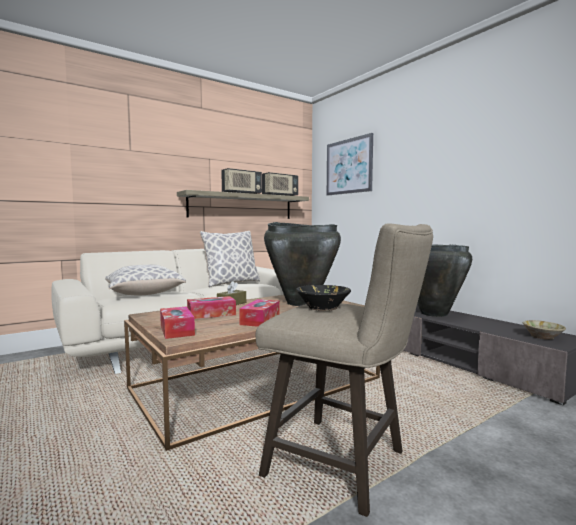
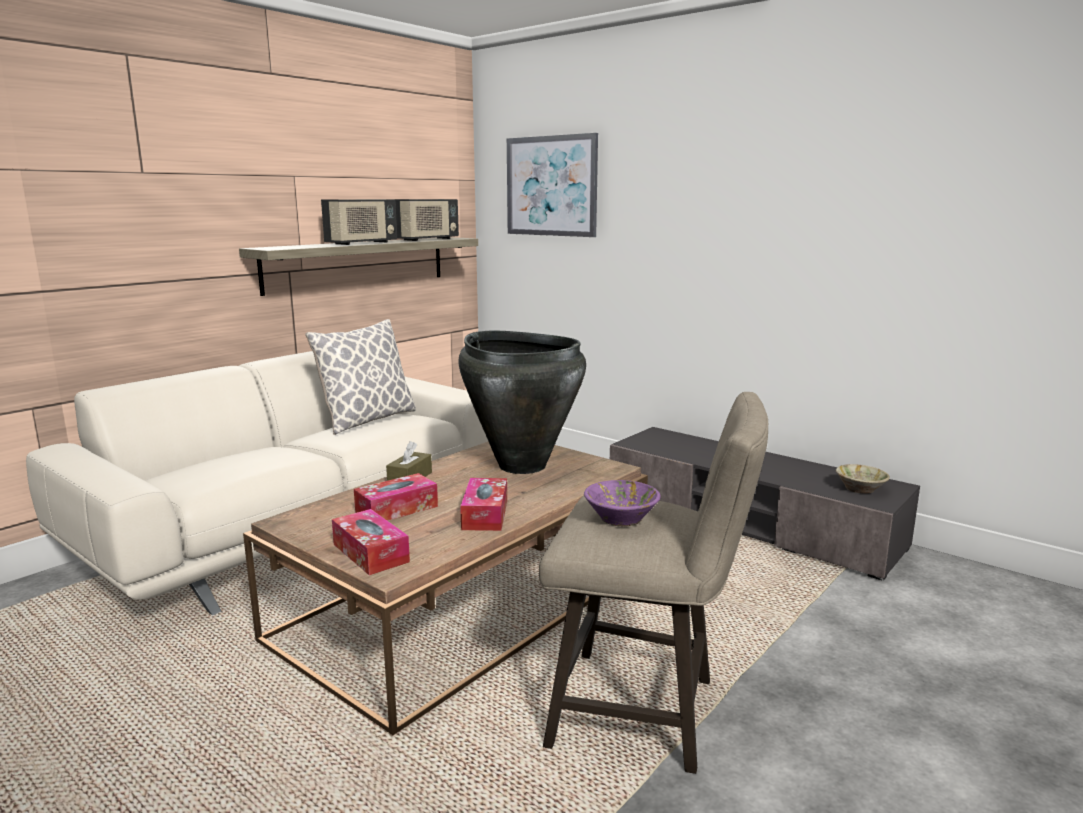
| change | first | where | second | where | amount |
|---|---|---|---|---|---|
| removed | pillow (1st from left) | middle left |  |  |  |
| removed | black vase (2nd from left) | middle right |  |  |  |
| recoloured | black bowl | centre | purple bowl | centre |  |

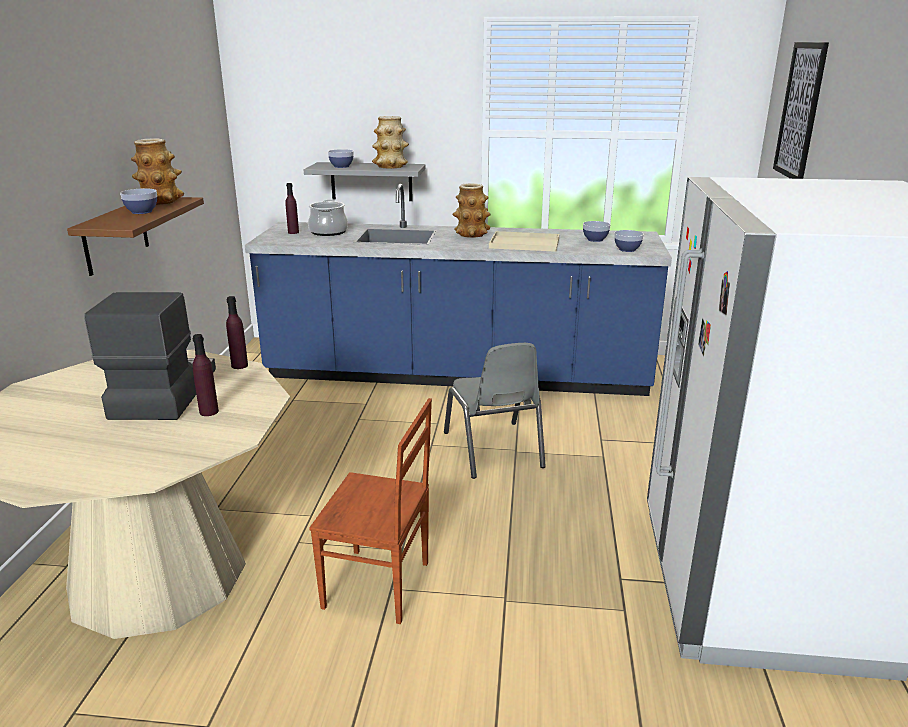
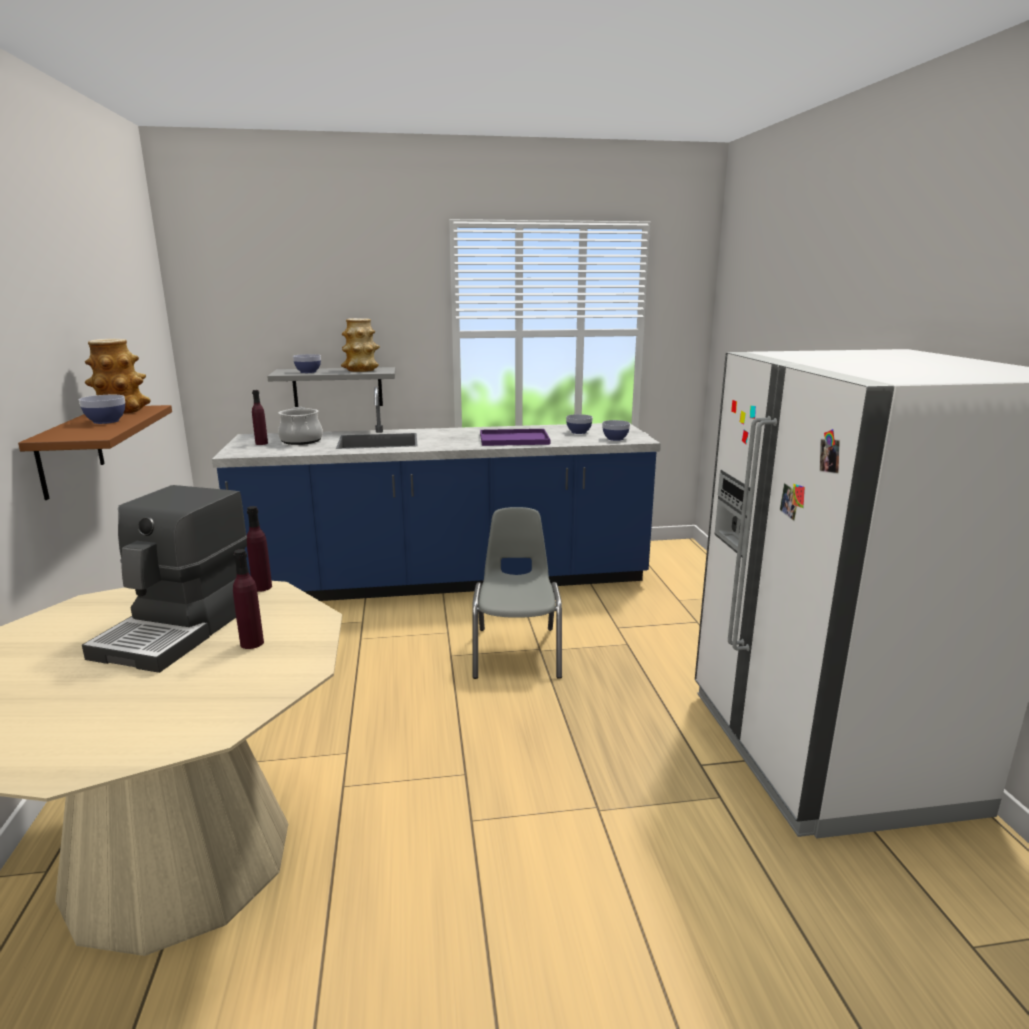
| change | first | where | second | where | amount |
|---|---|---|---|---|---|
| removed | brown chair | bottom centre |  |  |  |
| removed | vase (3rd from left) | top centre |  |  |  |
| removed | picture | top right |  |  |  |
| recoloured | beige tray | top centre | purple tray | centre |  |
| turned | coffee machine | middle left |  | middle left | 150 degrees counterclockwise |
| turned | grey chair | centre |  | centre | 150 degrees counterclockwise |

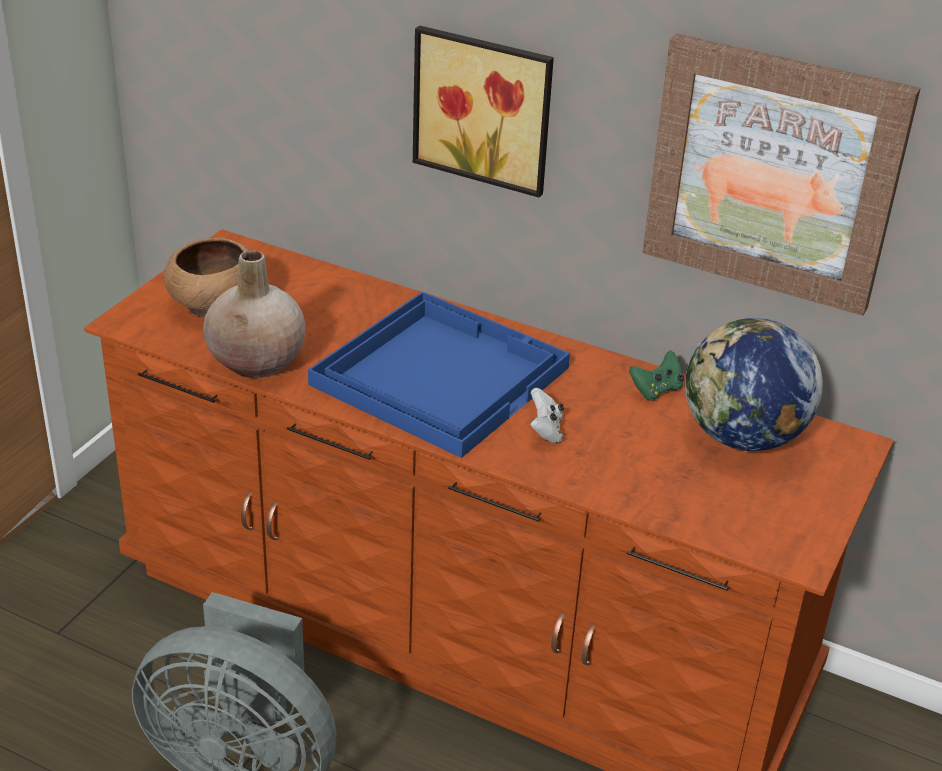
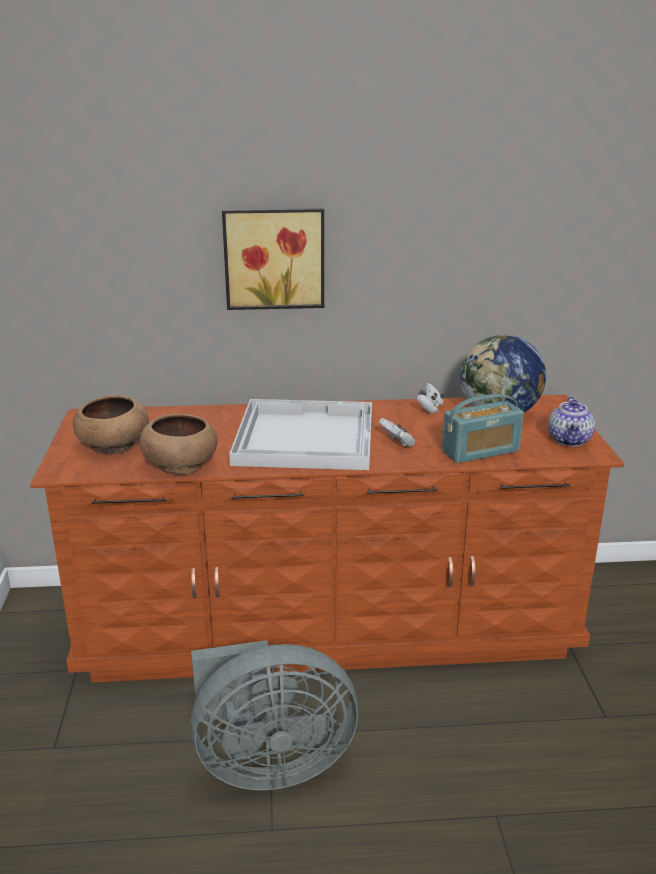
| change | first | where | second | where | amount |
|---|---|---|---|---|---|
| removed | picture (2nd from left) | top right |  |  |  |
| added |  |  | radio | middle right |  |
| added |  |  | teapot | middle right |  |
| replaced | beige vase | middle left | brown bowl (2nd from left) | middle left |  |
| recoloured | blue tray | centre | white tray | centre |  |
| recoloured | green game controller | middle right | white game controller (2nd from left) | centre |  |

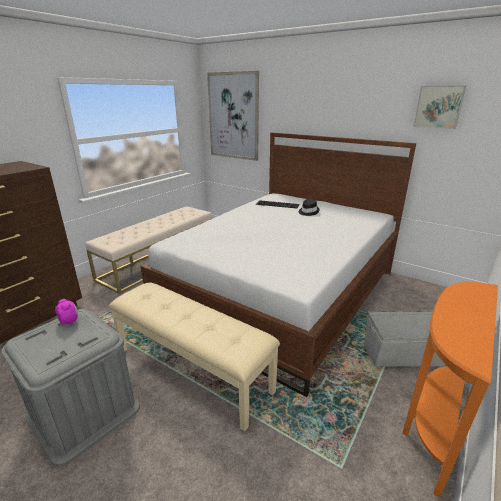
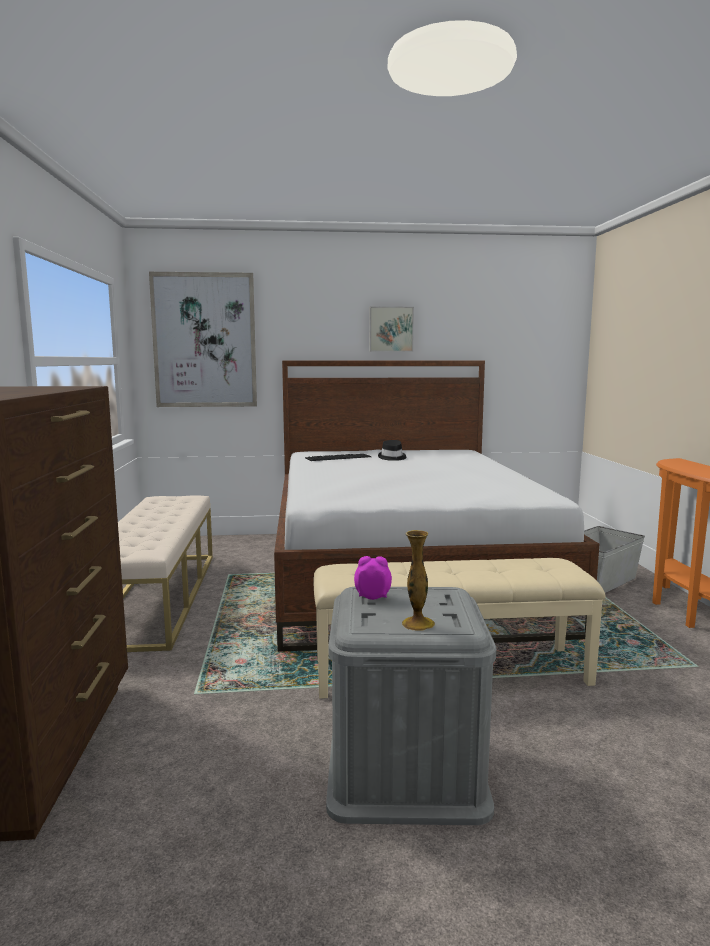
| change | first | where | second | where | amount |
|---|---|---|---|---|---|
| added |  |  | vase | centre |  |
| moved | picture (2nd from left) | top right |  | centre |  |

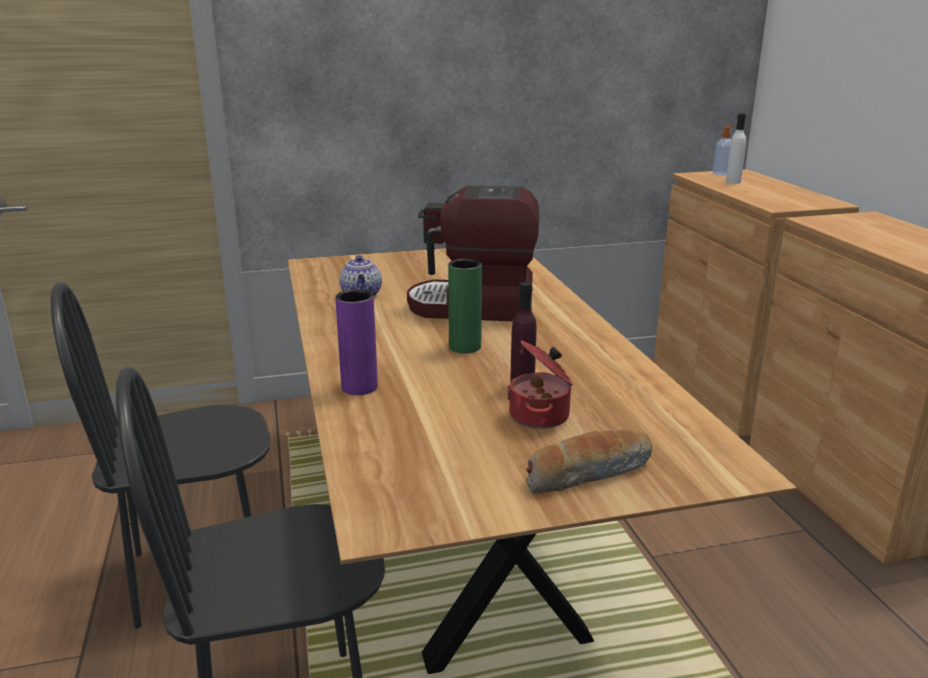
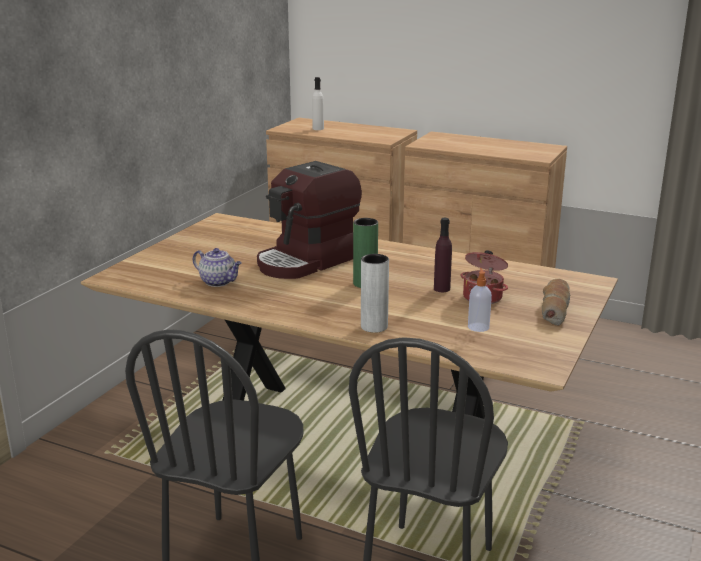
| change | first | where | second | where | amount |
|---|---|---|---|---|---|
| moved | soap dispenser | top right |  | middle right |  |
| recoloured | purple vase | centre | grey vase | centre |  |

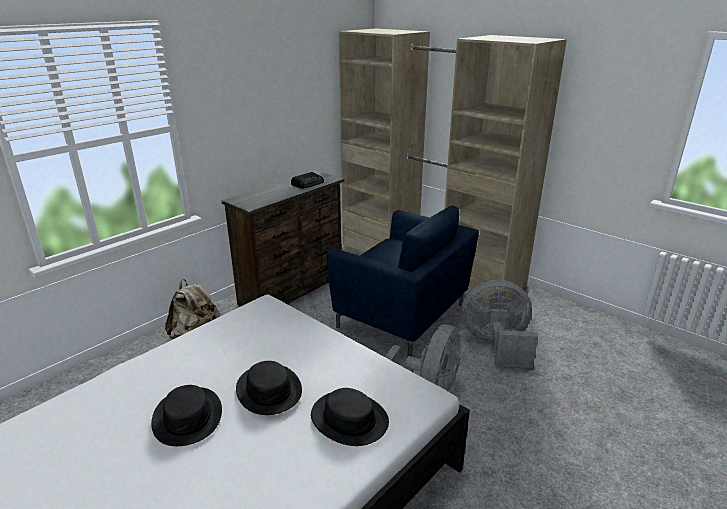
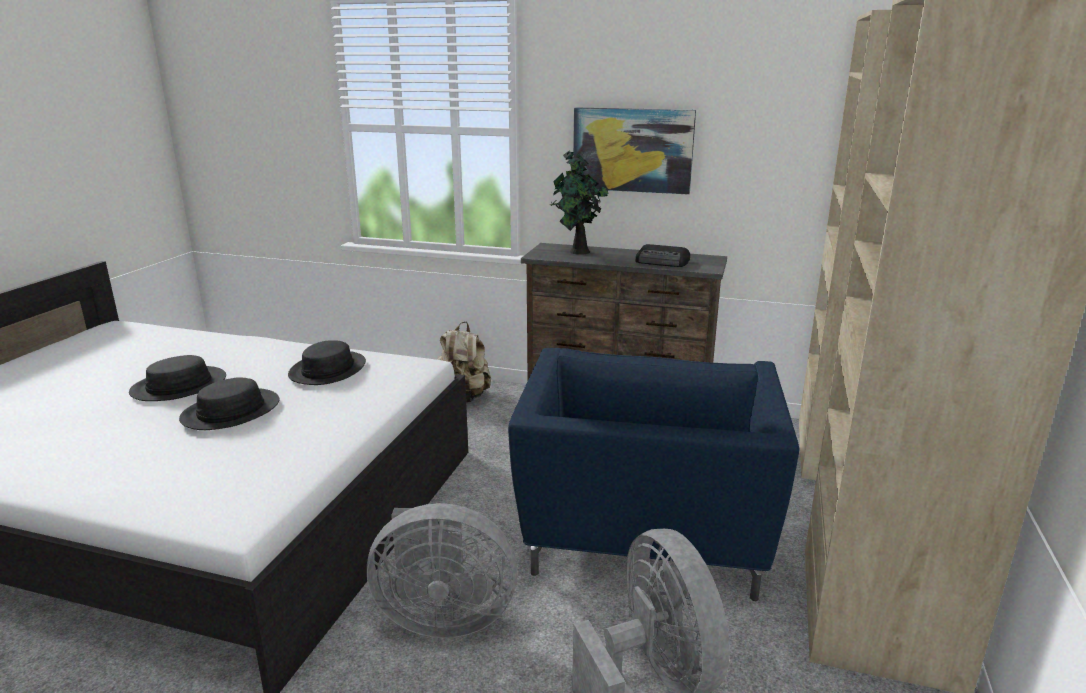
| change | first | where | second | where | amount |
|---|---|---|---|---|---|
| added |  |  | potted plant | top centre |  |
| added |  |  | picture | top centre |  |
| moved | black hat (3rd from left) | bottom centre |  | middle left |  |

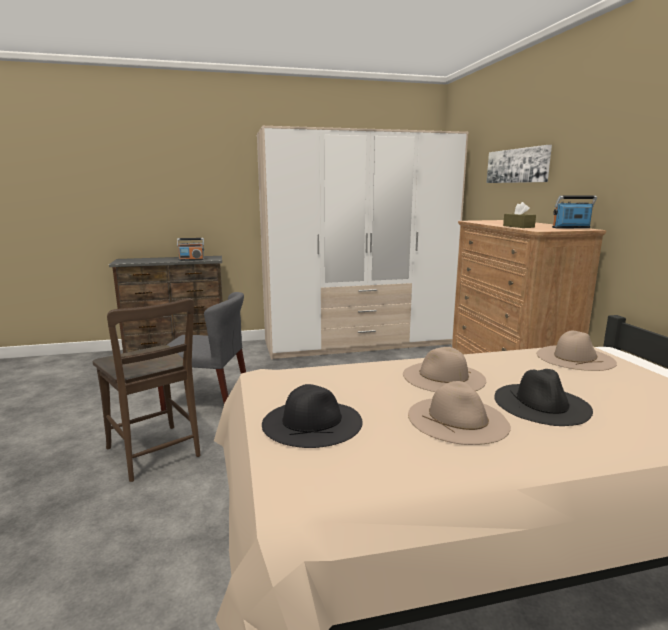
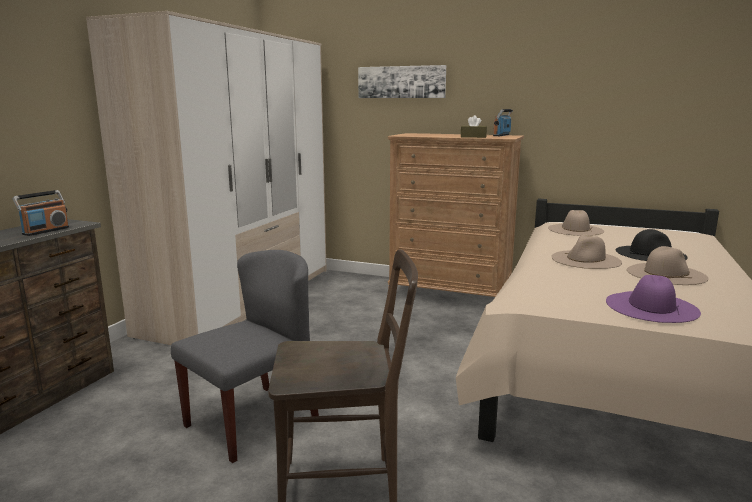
| change | first | where | second | where | amount |
|---|---|---|---|---|---|
| recoloured | black hat (1st from left) | centre | purple hat | middle right |  |

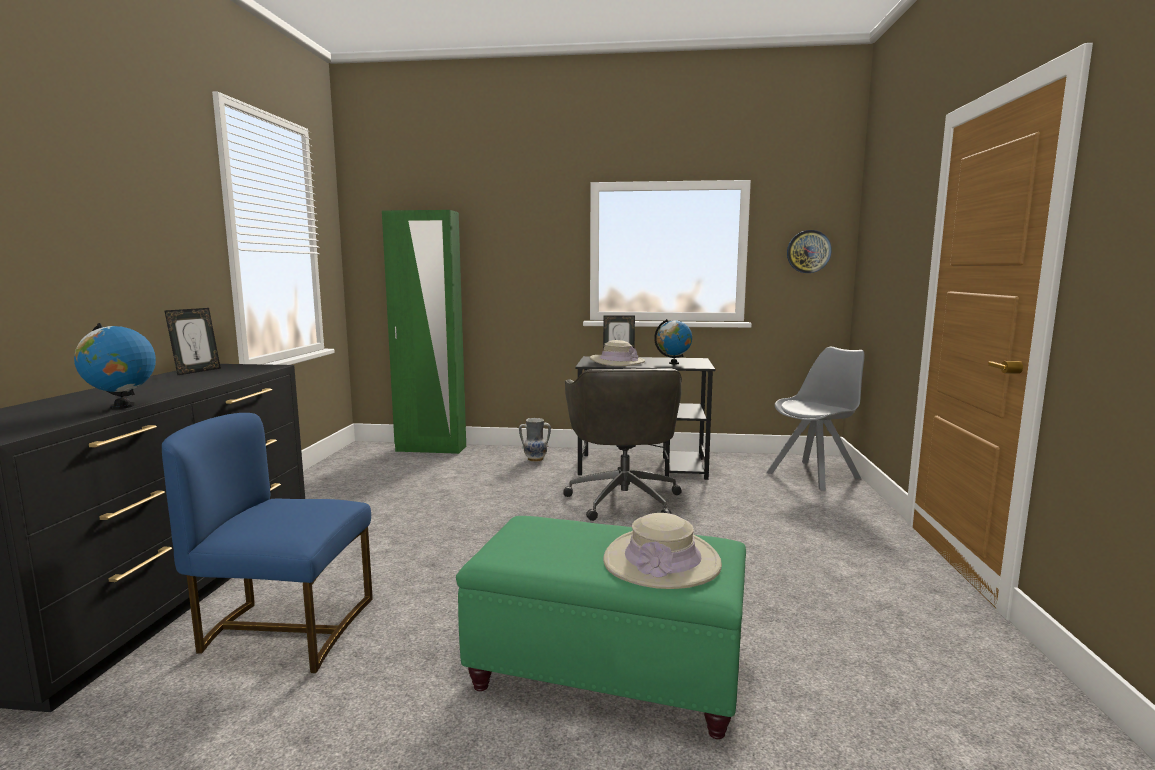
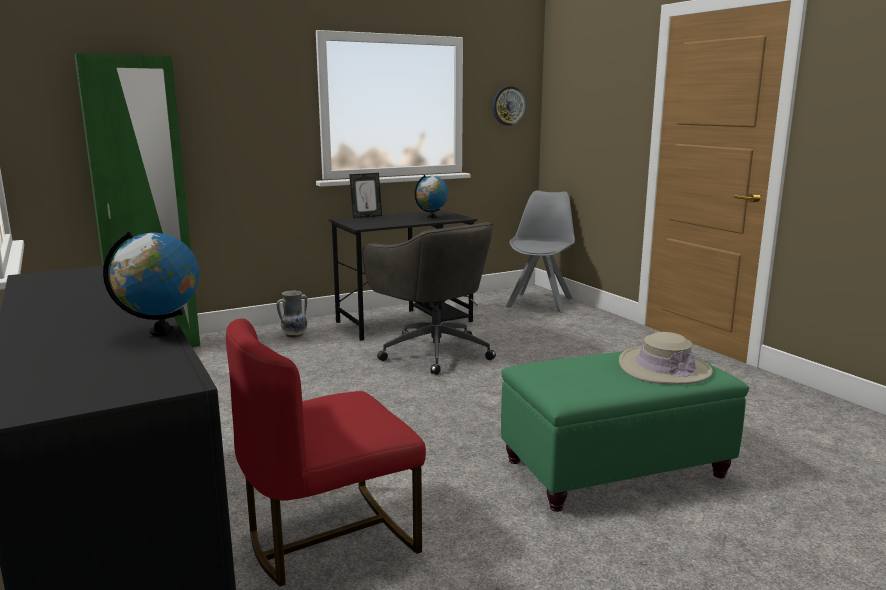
| change | first | where | second | where | amount |
|---|---|---|---|---|---|
| removed | picture frame (1st from left) | middle left |  |  |  |
| removed | beige hat (1st from left) | centre |  |  |  |
| recoloured | blue chair | bottom left | red chair | bottom centre |  |

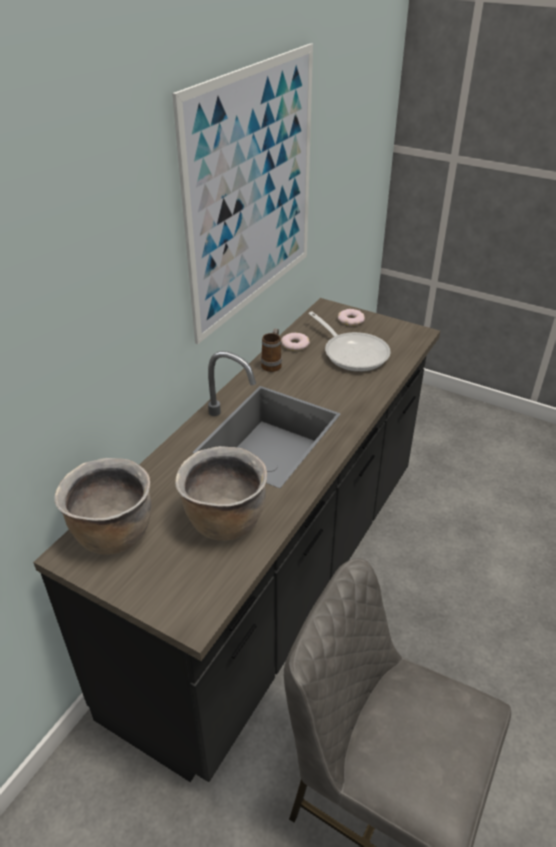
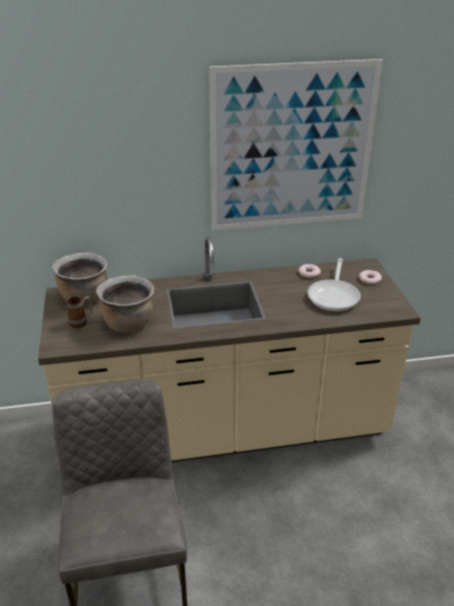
| change | first | where | second | where | amount |
|---|---|---|---|---|---|
| moved | mug | centre |  | middle left |  |
| recoloured | black counter | centre | beige counter | centre |  |

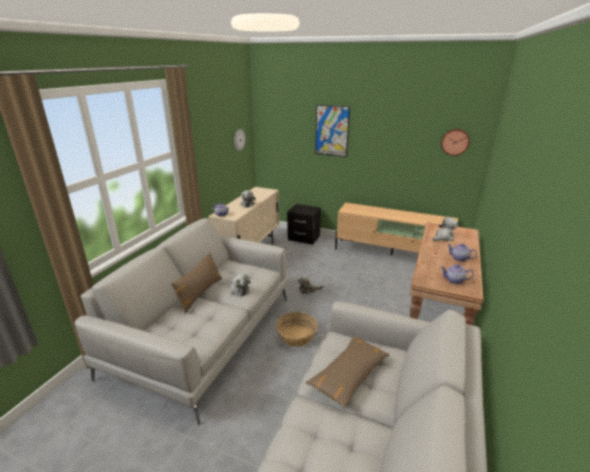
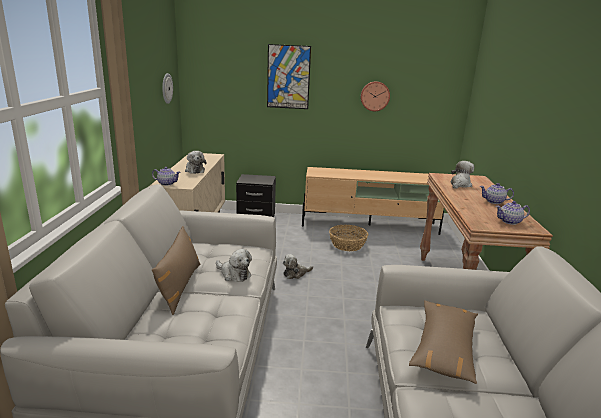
| change | first | where | second | where | amount |
|---|---|---|---|---|---|
| moved | basket | bottom centre |  | centre |  |
| moved | wall clock (2nd from left) | top right |  | top centre |  |

